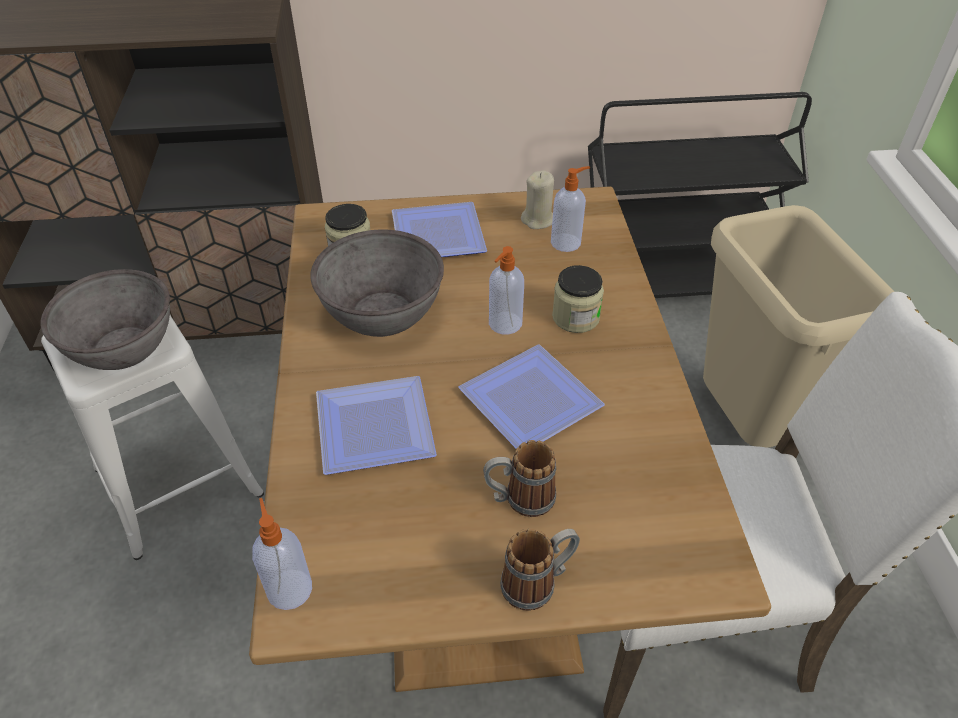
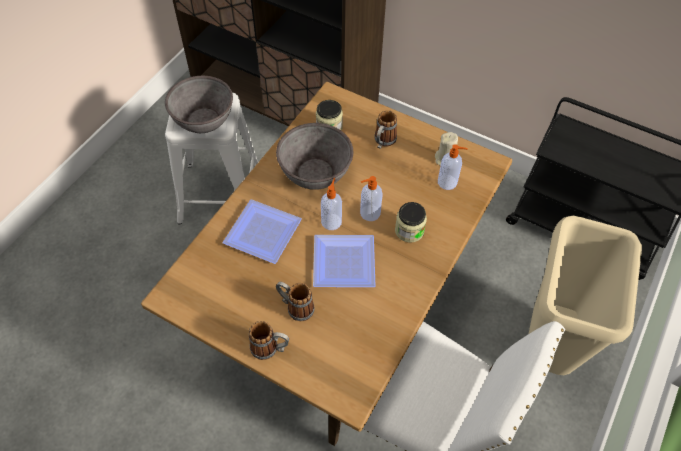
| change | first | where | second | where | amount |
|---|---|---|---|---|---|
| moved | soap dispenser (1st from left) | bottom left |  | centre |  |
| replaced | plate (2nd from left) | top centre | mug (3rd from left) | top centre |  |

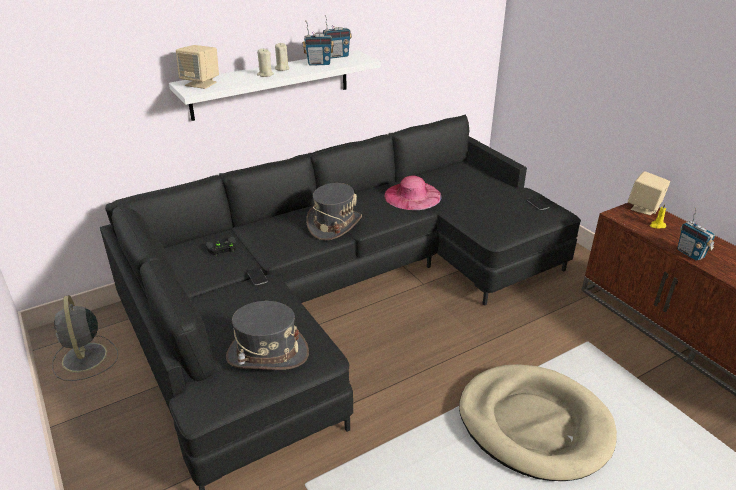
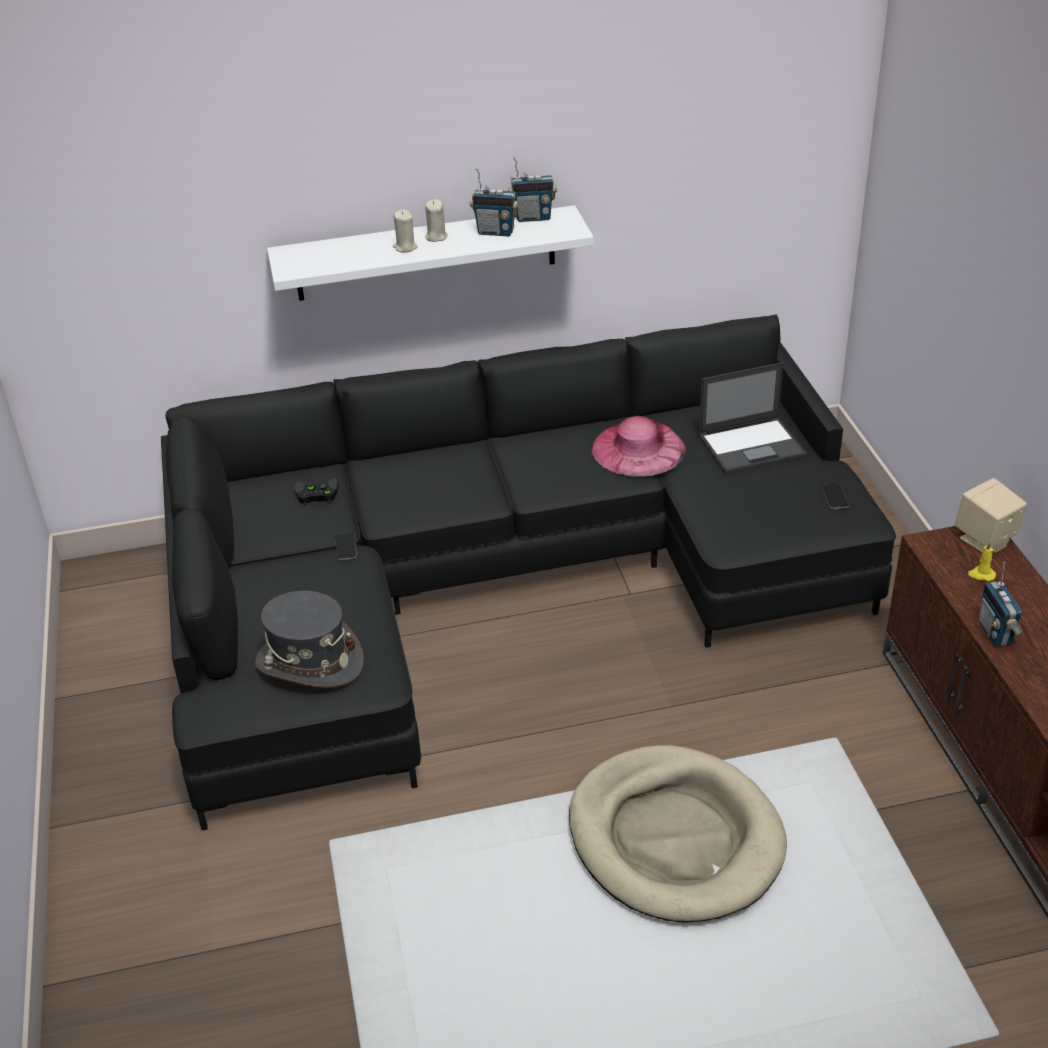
| change | first | where | second | where | amount |
|---|---|---|---|---|---|
| removed | grey fan | bottom left |  |  |  |
| removed | beige speaker (1st from left) | top left |  |  |  |
| removed | grey hat (2nd from left) | centre |  |  |  |
| added |  |  | laptop | middle right |  |

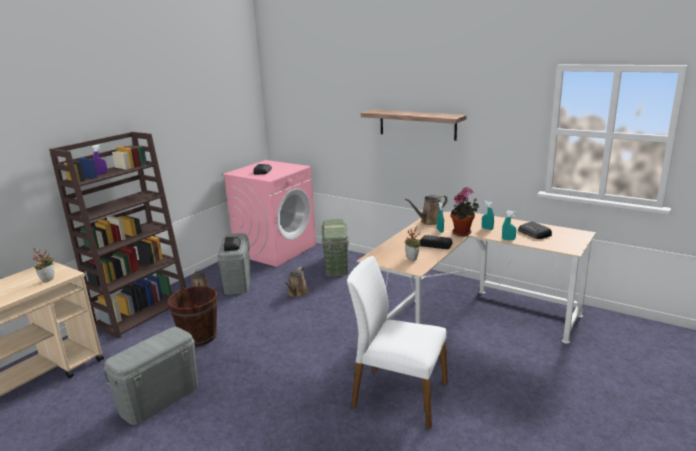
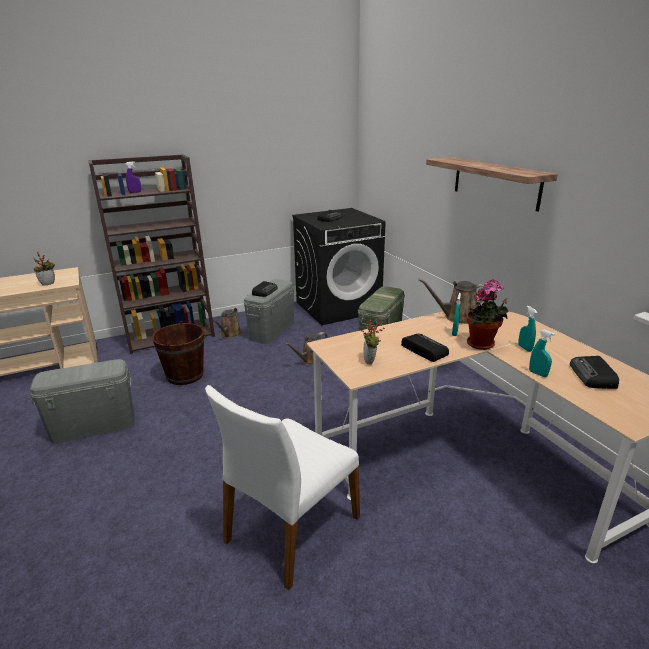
| change | first | where | second | where | amount |
|---|---|---|---|---|---|
| recoloured | pink washing machine | centre | black washing machine | centre |  |
| turned | white chair | bottom centre |  | bottom centre | 105 degrees counterclockwise |

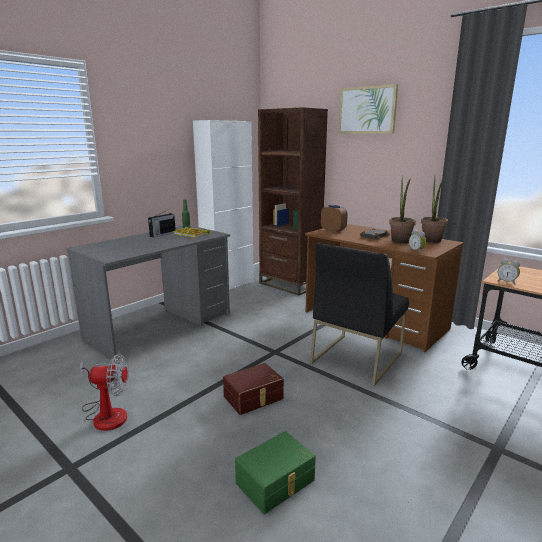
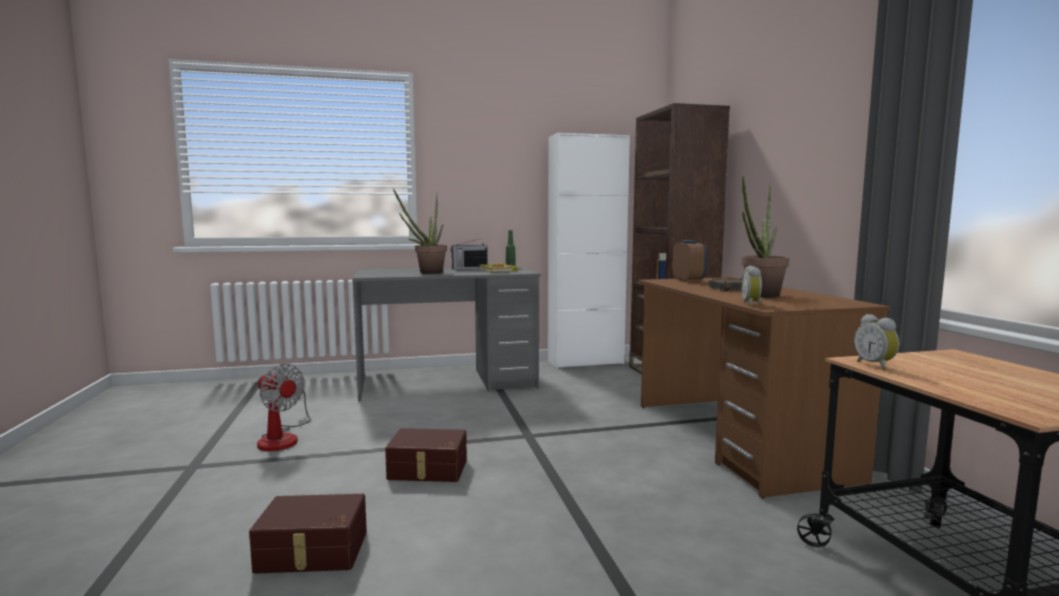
| change | first | where | second | where | amount |
|---|---|---|---|---|---|
| removed | black chair | centre |  |  |  |
| removed | picture | top right |  |  |  |
| moved | potted plant (2nd from left in the first image) | middle right | potted plant (1st from left) | centre |  |
| recoloured | green storage box | bottom centre | brown storage box (1st from left) | bottom left |  |

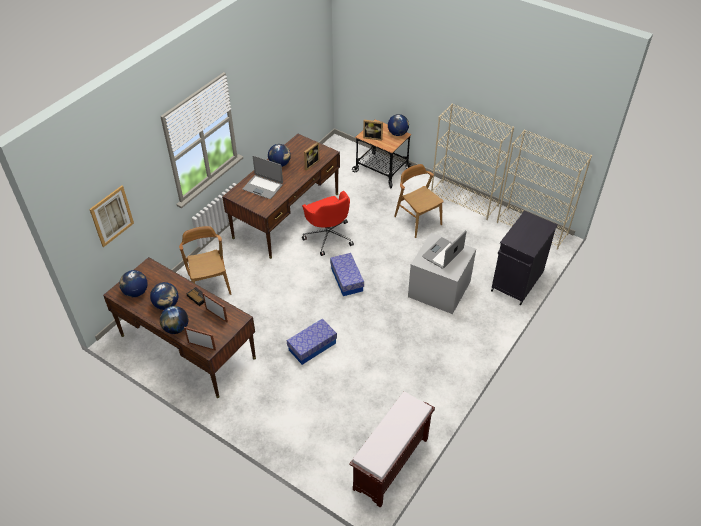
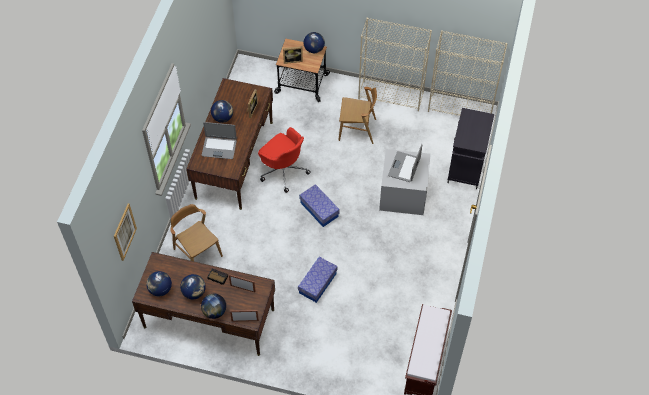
| change | first | where | second | where | amount |
|---|---|---|---|---|---|
| turned | brown chair (2nd from left) | centre |  | top centre | 150 degrees clockwise |

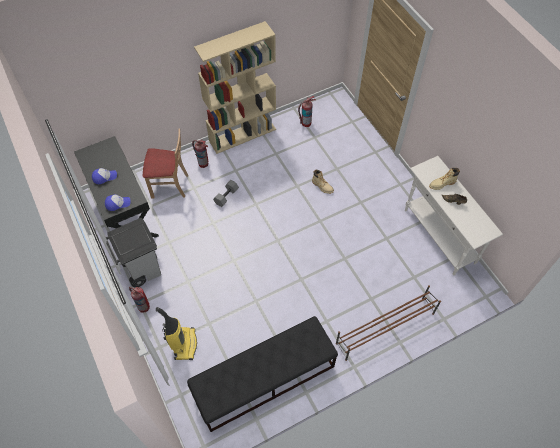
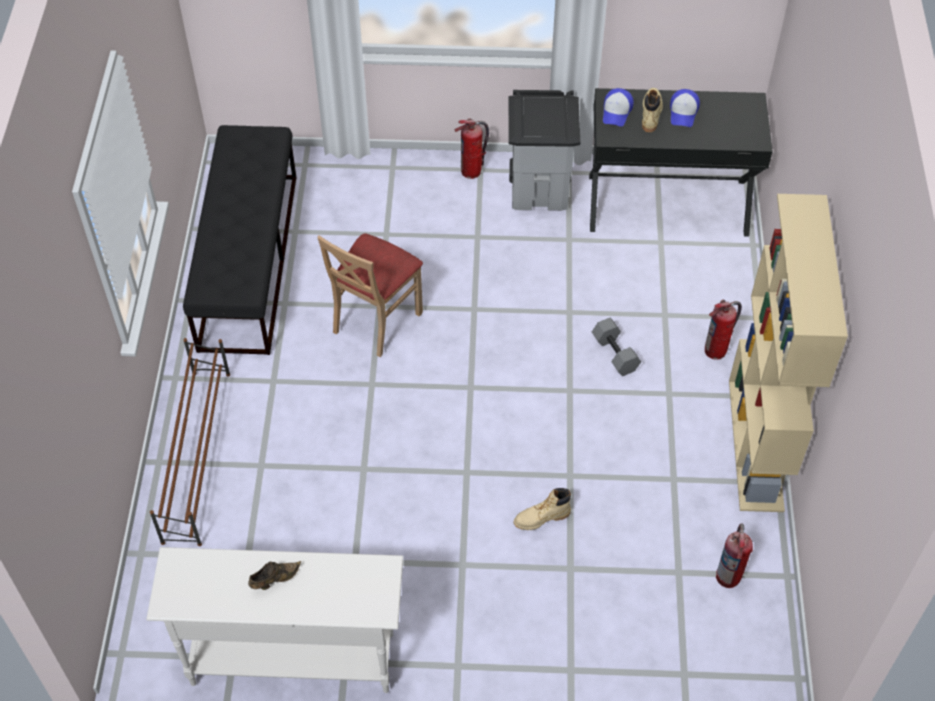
| change | first | where | second | where | amount |
|---|---|---|---|---|---|
| removed | vacuum cleaner | bottom left |  |  |  |
| moved | beige chair | middle left |  | centre |  |
| moved | beige boot (2nd from left) | middle right |  | top right |  |

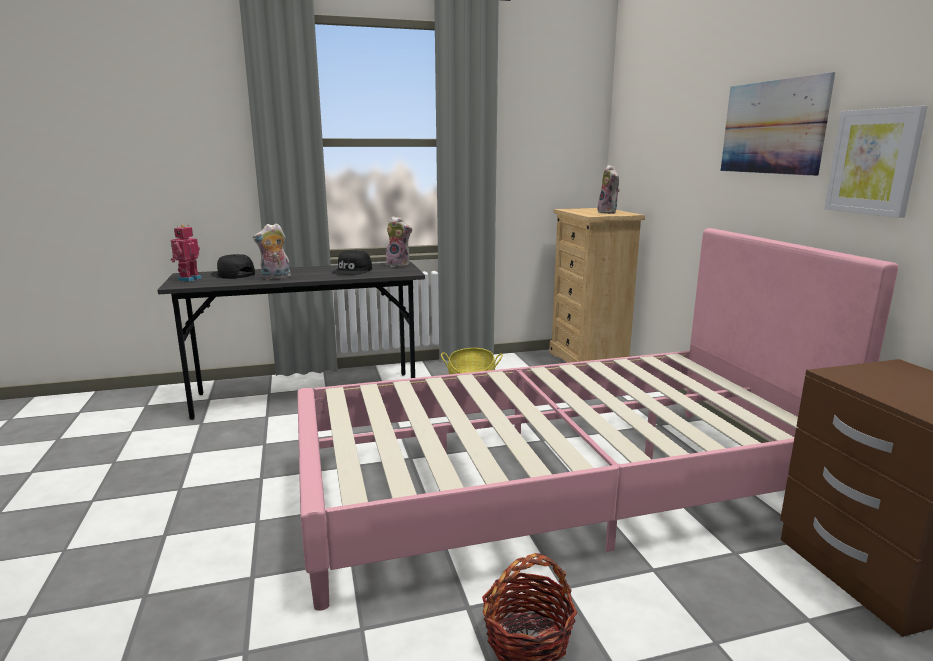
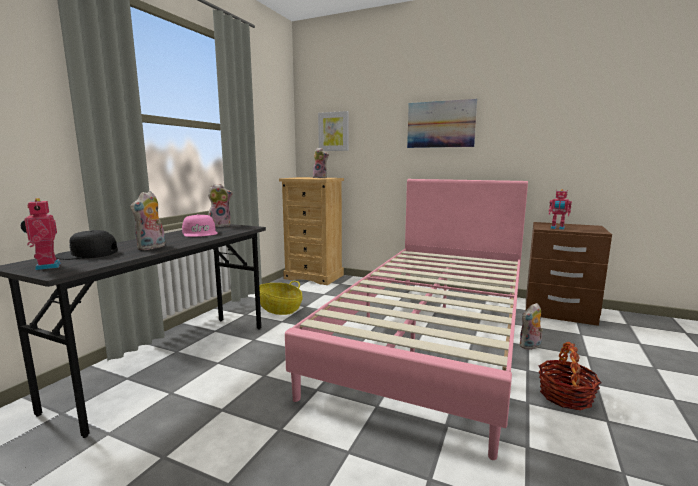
| change | first | where | second | where | amount |
|---|---|---|---|---|---|
| added |  |  | plush toy (4th from left) | bottom right |  |
| added |  |  | toy robot (2nd from left) | middle right |  |
| moved | picture (2nd from left in the first image) | top right | picture (1st from left) | top centre |  |
| recoloured | black cap (2nd from left) | centre | pink cap | middle left |  |

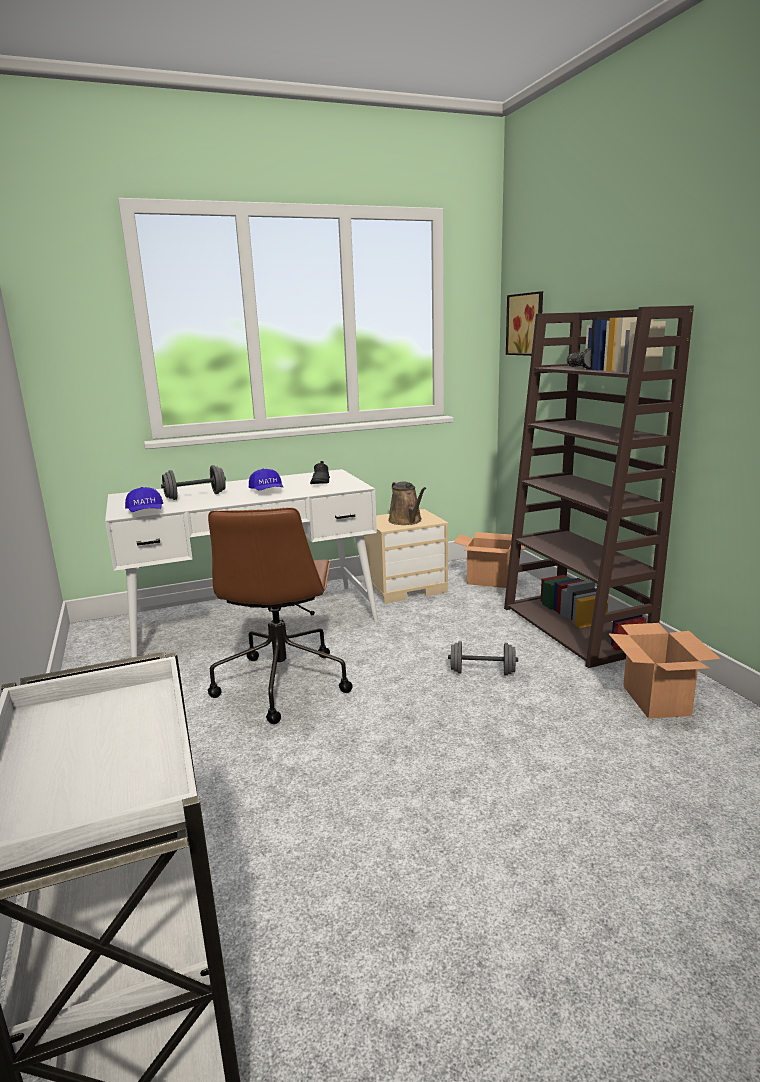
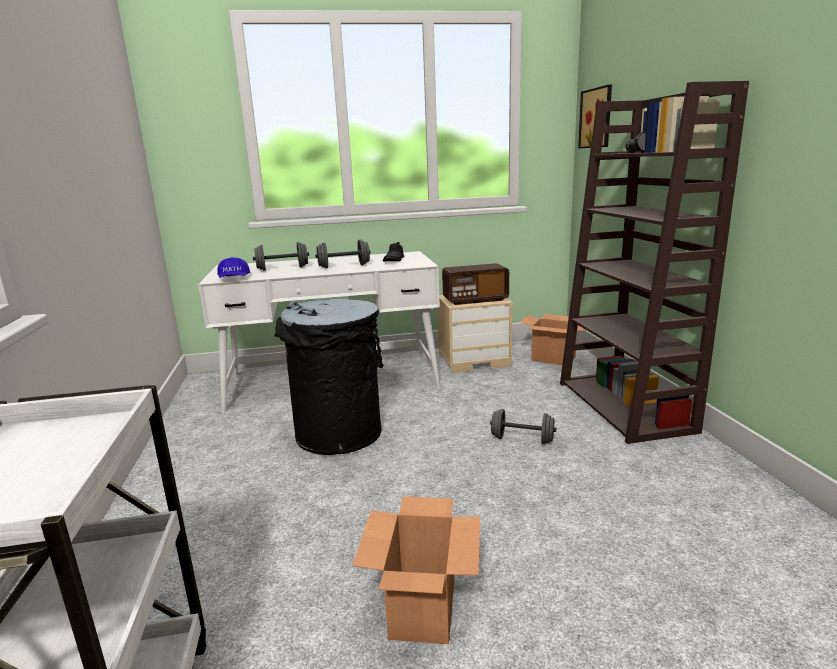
| change | first | where | second | where | amount |
|---|---|---|---|---|---|
| moved | cardboard box (2nd from left in the first image) | middle right | cardboard box (1st from left) | bottom centre |  |
| replaced | brown office chair | centre | black trash can | centre |  |
| replaced | blue cap (2nd from left) | centre | grey dumbbell (2nd from left) | centre |  |
| replaced | brown watering can | centre | radio | centre |  |

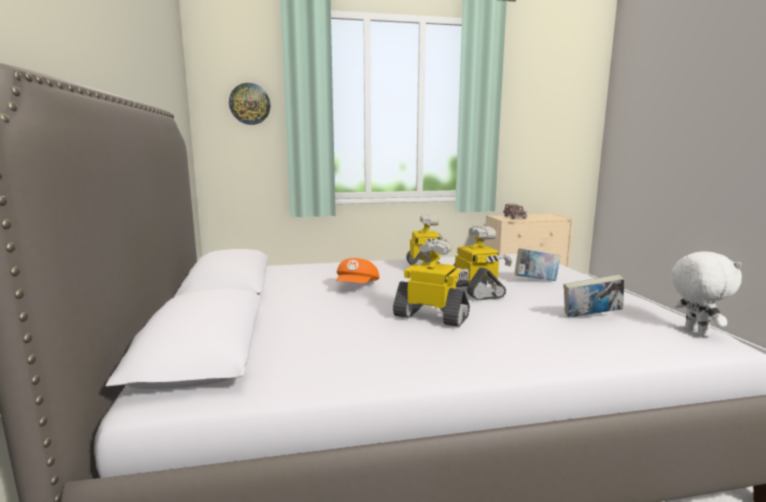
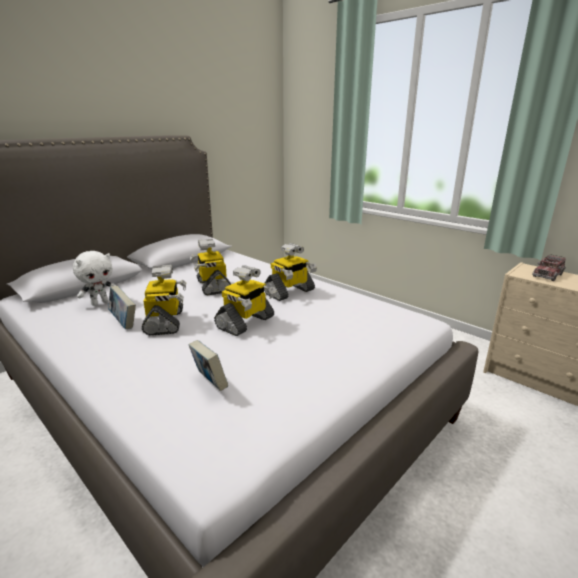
| change | first | where | second | where | amount |
|---|---|---|---|---|---|
| removed | wall clock | top left |  |  |  |
| moved | book (1st from left) | middle right |  | middle left |  |
| moved | white plush toy | middle right |  | middle left |  |
| replaced | orange cap | centre | toy robot (2nd from left) | centre |  |

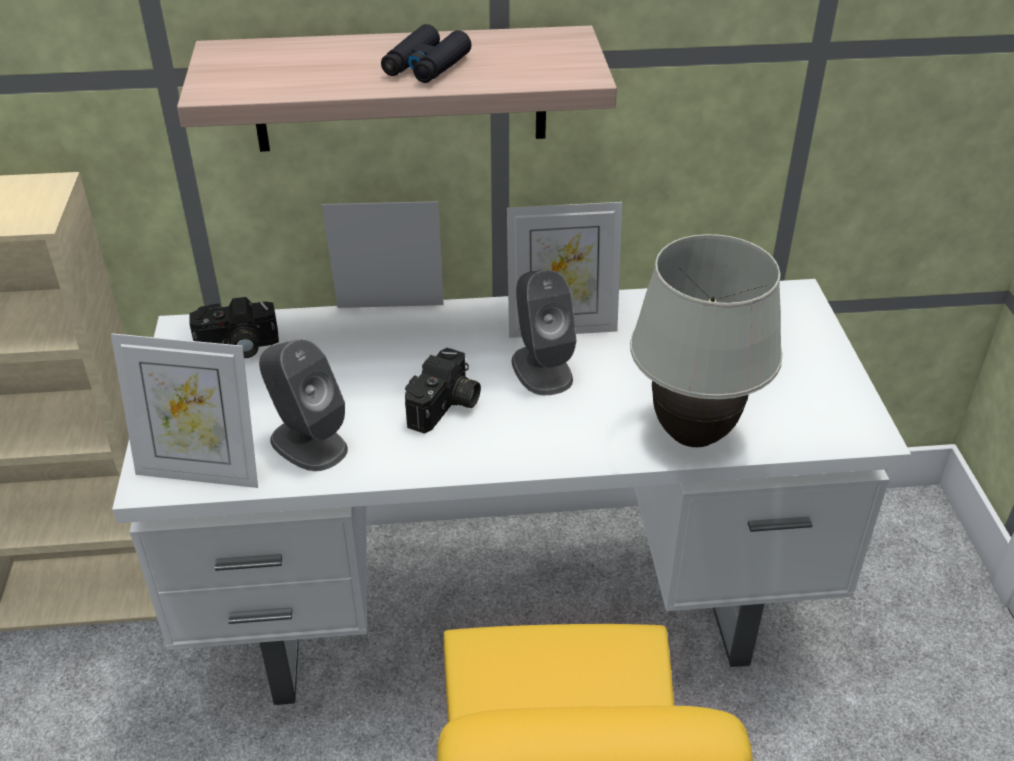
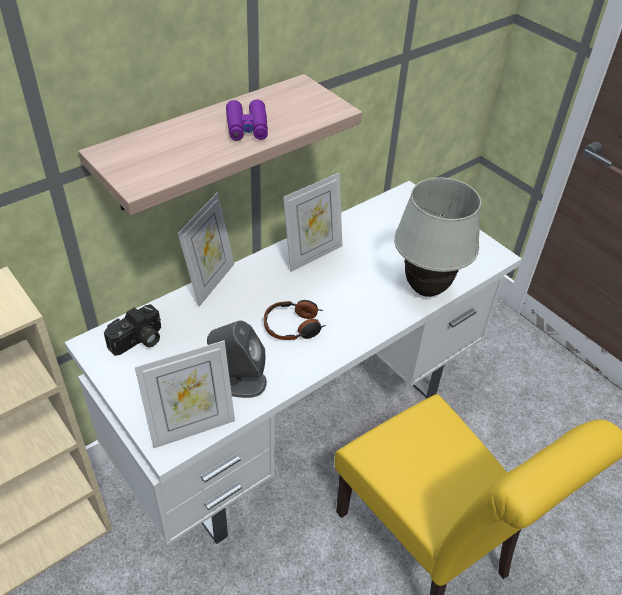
| change | first | where | second | where | amount |
|---|---|---|---|---|---|
| removed | grey speaker (2nd from left) | centre |  |  |  |
| replaced | photo camera (2nd from left) | centre | headphones | centre |  |
| recoloured | black binoculars | top centre | purple binoculars | top centre |  |
| turned | picture frame (2nd from left) | centre |  | middle left | 150 degrees clockwise |

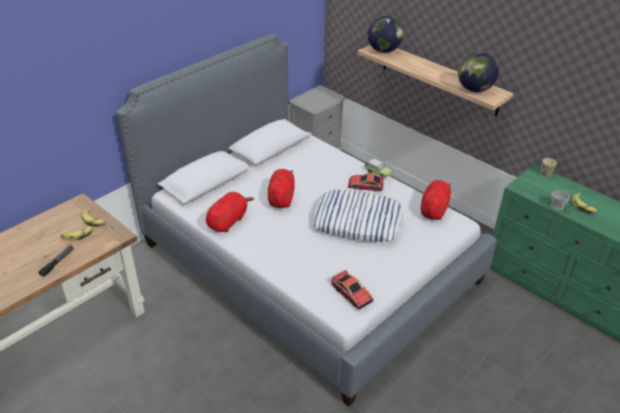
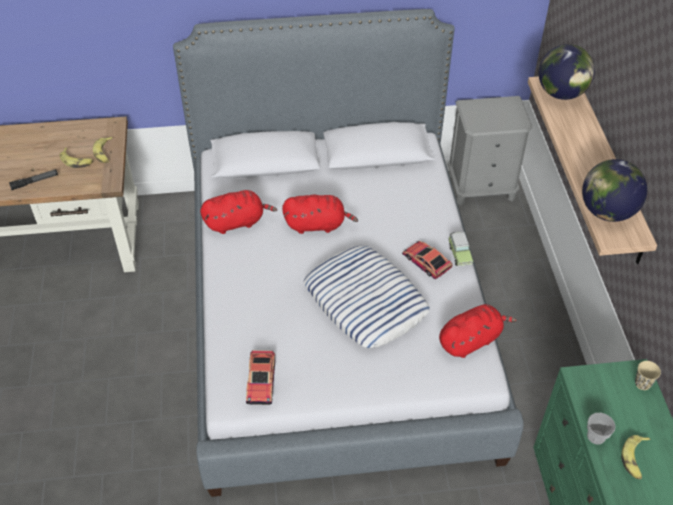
| change | first | where | second | where | amount |
|---|---|---|---|---|---|
| turned | red plush toy (2nd from left) | centre |  | centre | 45 degrees clockwise |

